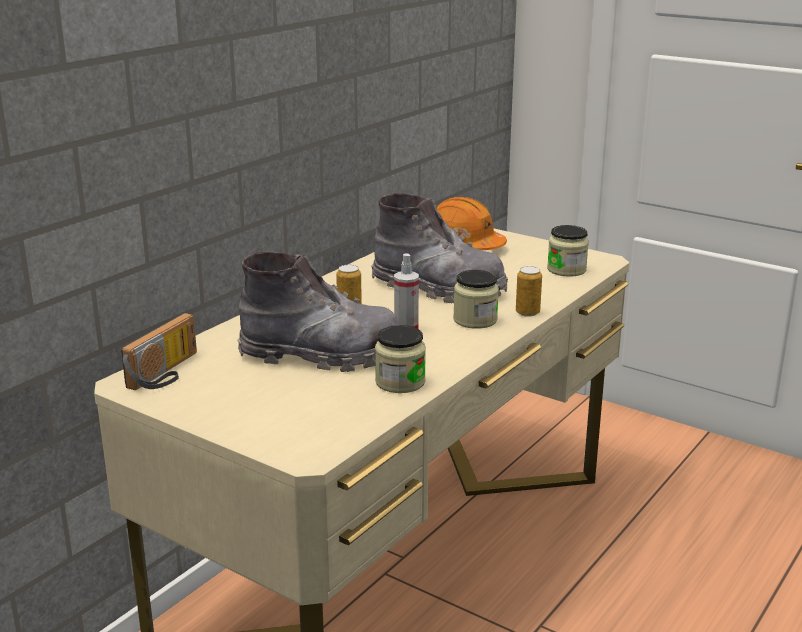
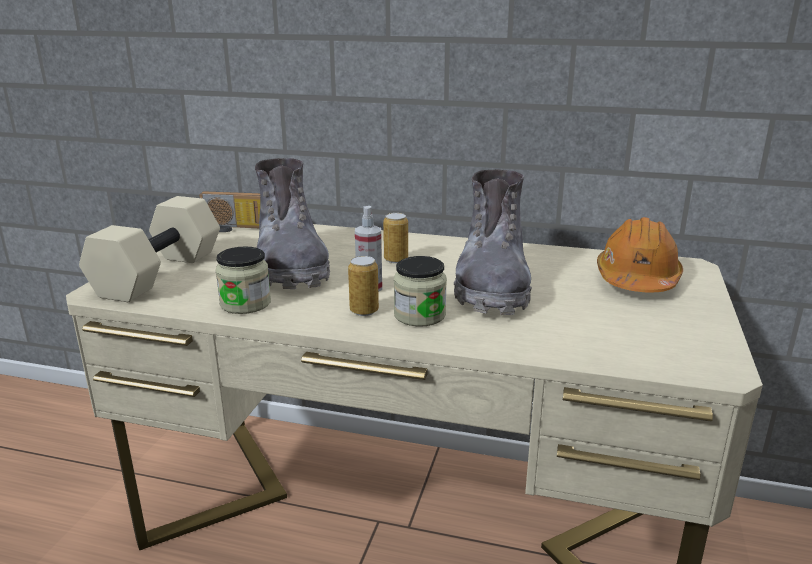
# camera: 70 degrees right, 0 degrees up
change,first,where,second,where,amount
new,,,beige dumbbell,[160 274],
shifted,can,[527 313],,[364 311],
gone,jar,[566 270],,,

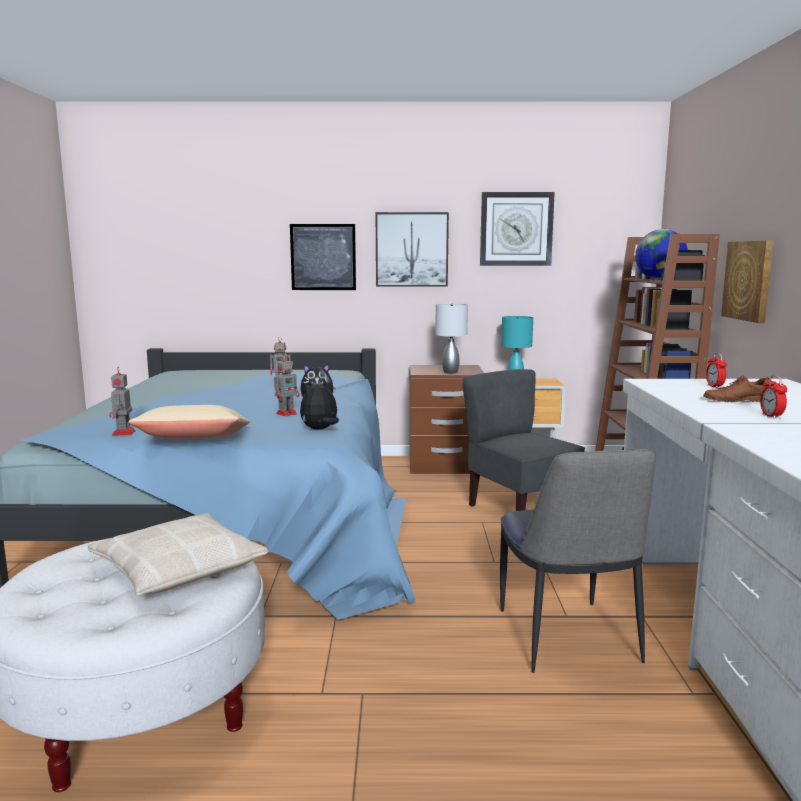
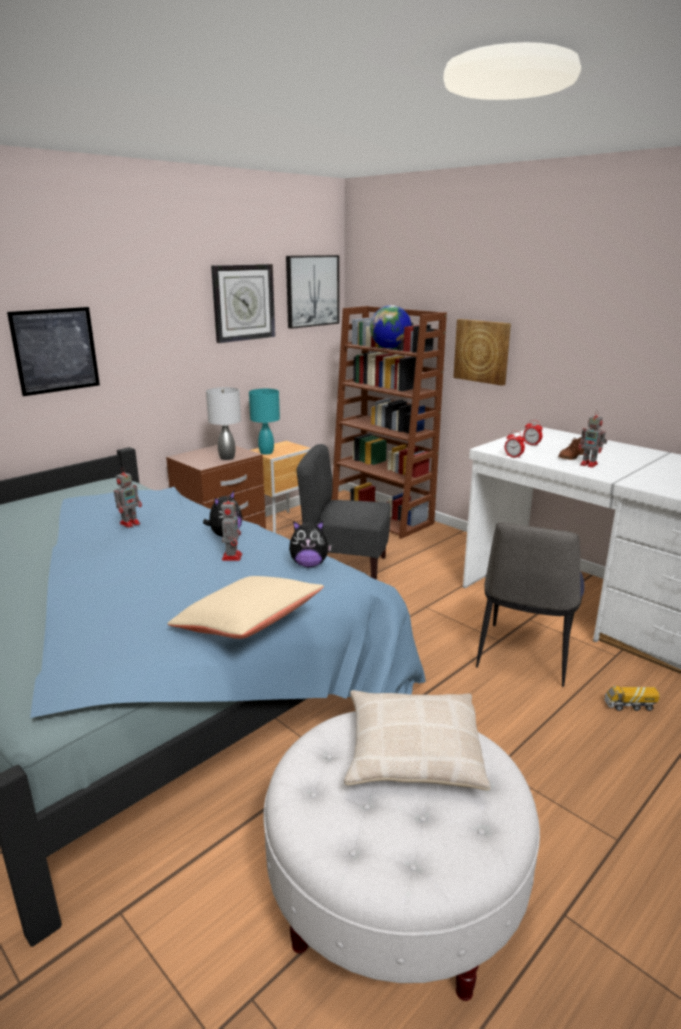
# camera: 45 degrees left, 10 degrees up
change,first,where,second,where,amount
shifted,picture,[411 249],,[312 291],
rotated,plush toy,[320 429],,[309 564],105 degrees counterclockwise
rotated,chair,[568 638],,[523 655],75 degrees clockwise
shifted,alarm clock,[771 416],,[513 456],
shifted,toy robot,[123 433],,[589 464],
new,,,toy truck,[629 706],

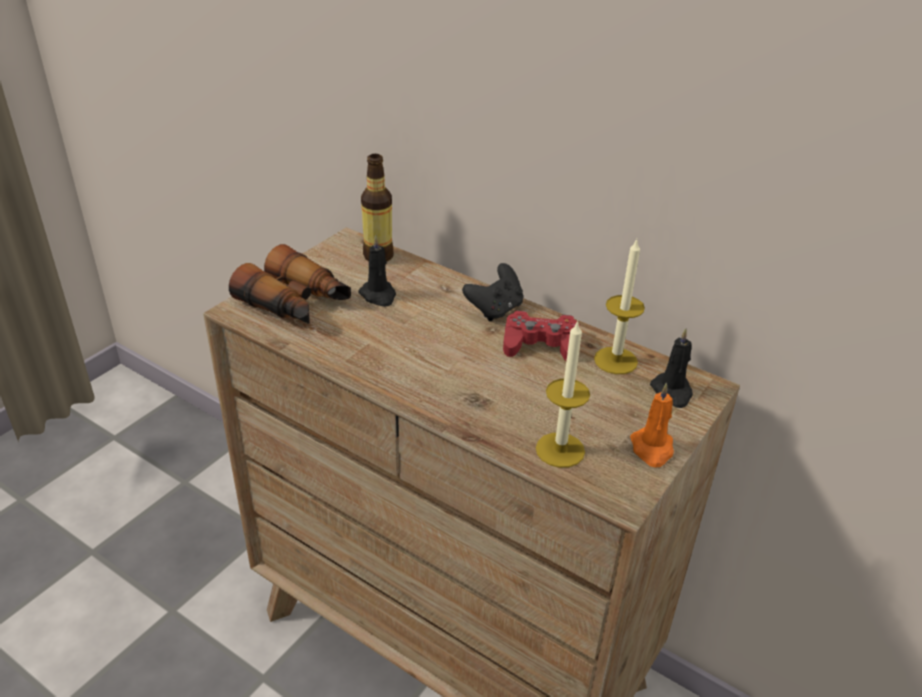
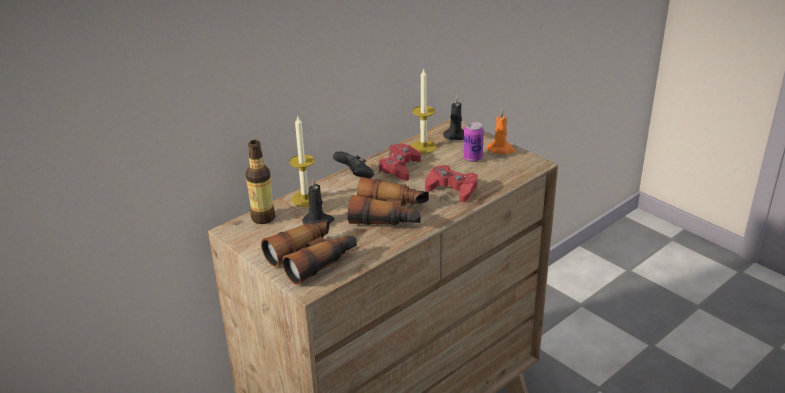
# camera: 75 degrees left, 5 degrees down
change,first,where,second,where,amount
shifted,candle,[560 450],,[305 199],
new,,,binoculars,[390 215],
new,,,red game controller,[452 189],
new,,,can,[472 158],

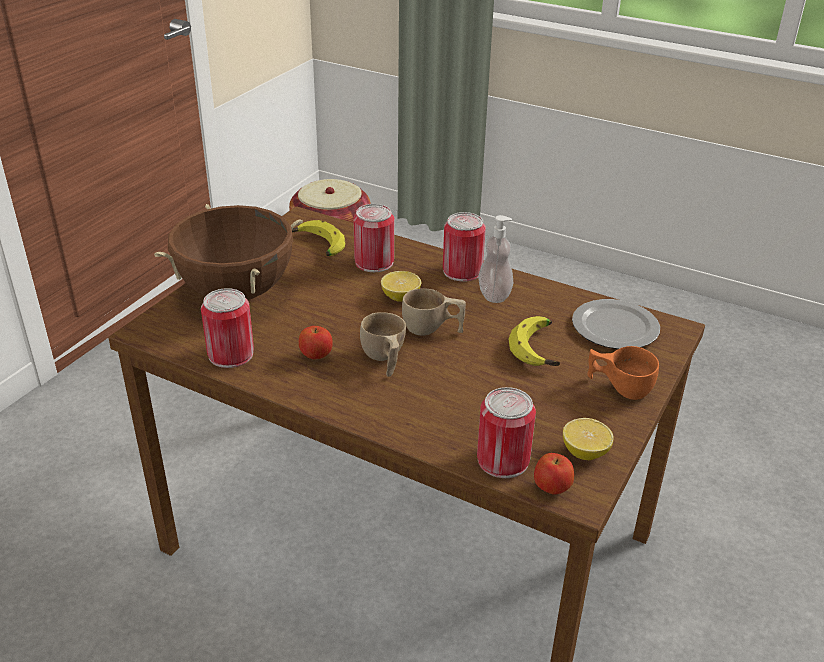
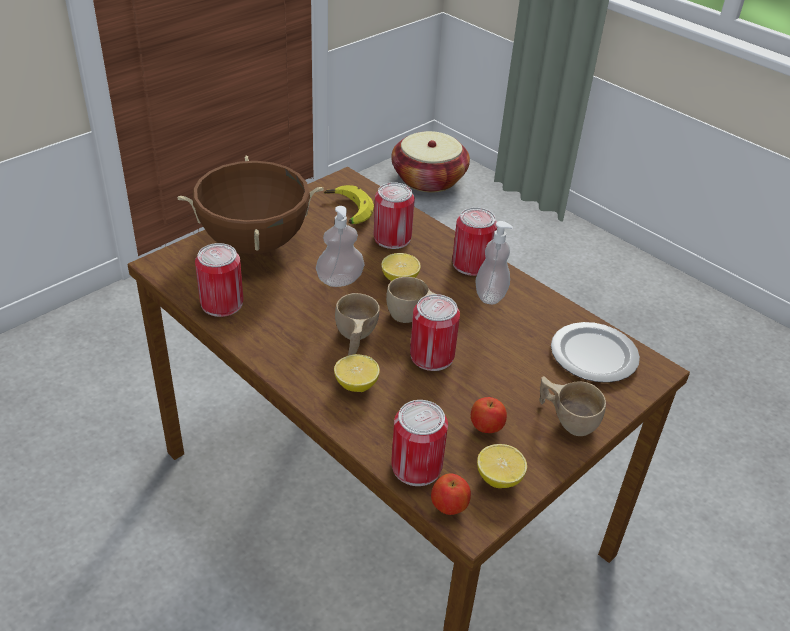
# camera: 15 degrees right, 5 degrees up
change,first,where,second,where,amount
new,,,soap dispenser,[340 280],
new,,,lemon,[356 385],
new,,,can,[432 356],
shifted,apple,[316 356],,[486 427],
repainted,orange cup,[619 387],beige cup,[566 419],
gone,banana,[539 349],,,

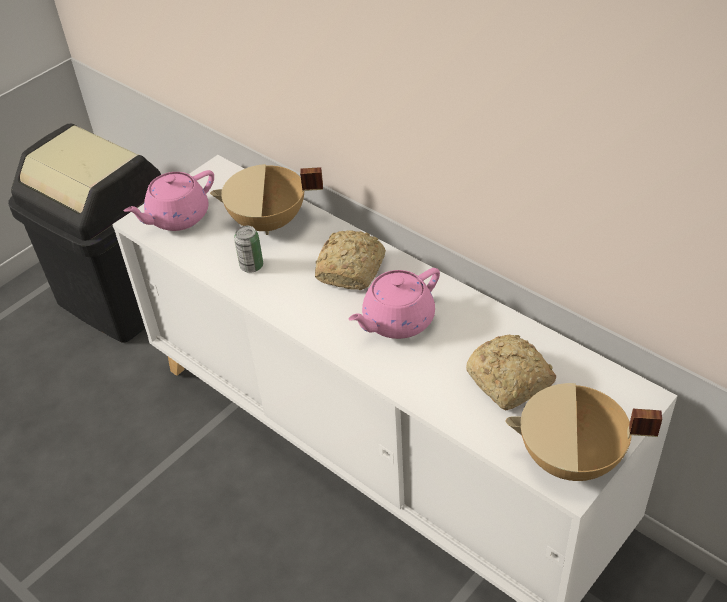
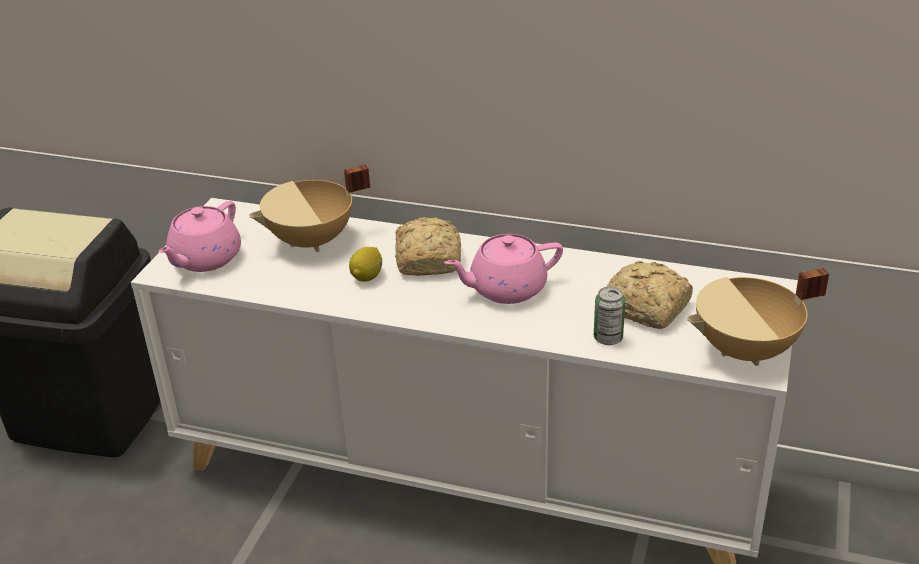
# camera: 25 degrees left, 10 degrees down
change,first,where,second,where,amount
new,,,lemon,[367 276],
rotated,pink teapot,[397 321],,[506 289],45 degrees clockwise
shifted,can,[251 266],,[608 338],

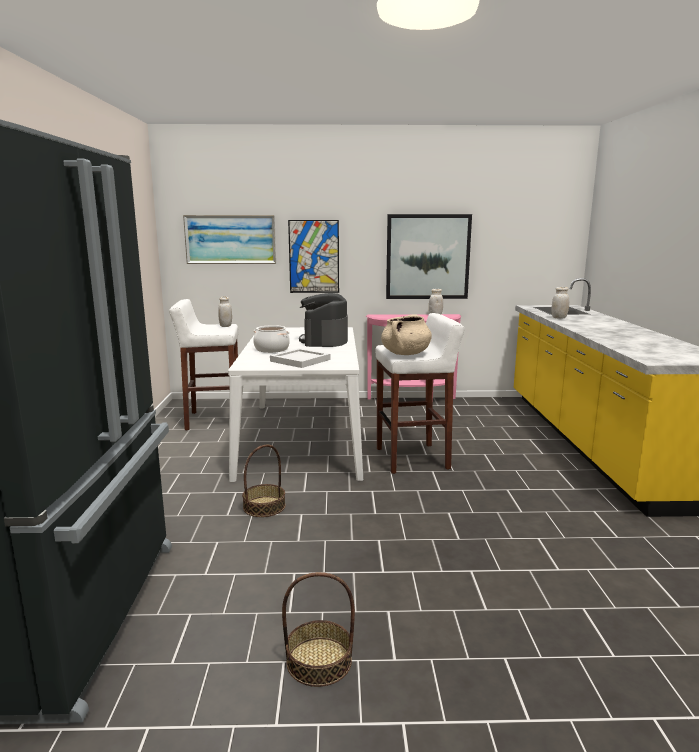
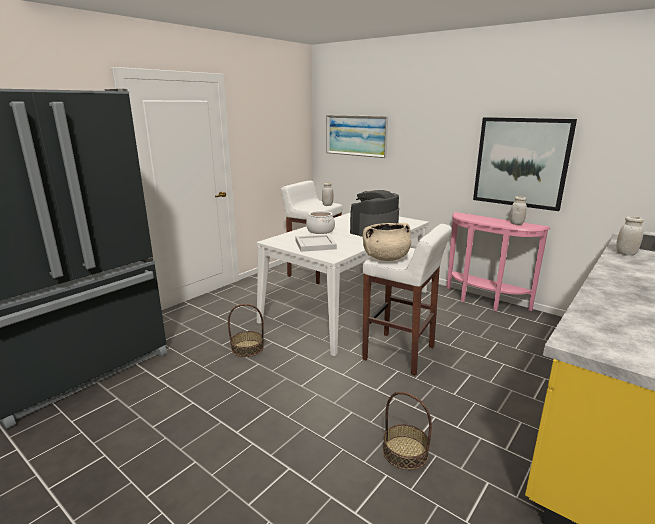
# camera: 40 degrees right, 5 degrees up
change,first,where,second,where,amount
shifted,basket,[319 661],,[405 452],
gone,picture,[314 256],,,

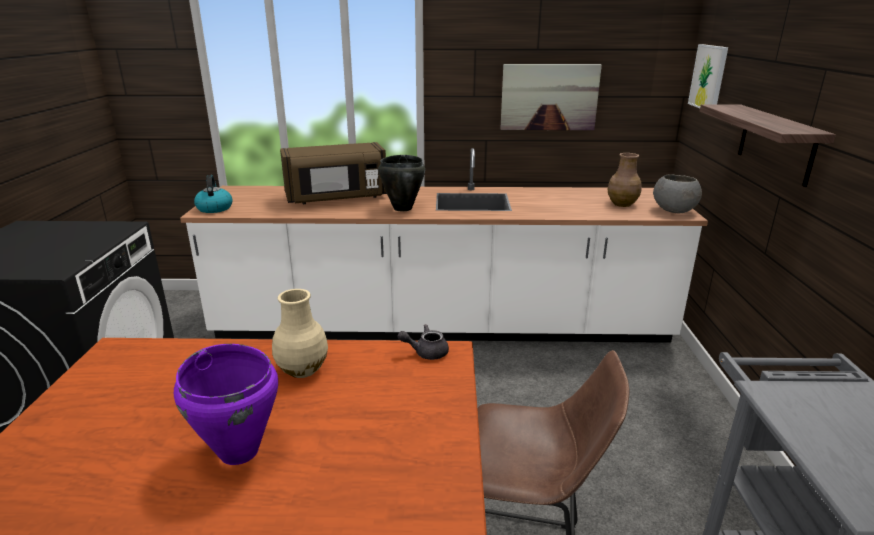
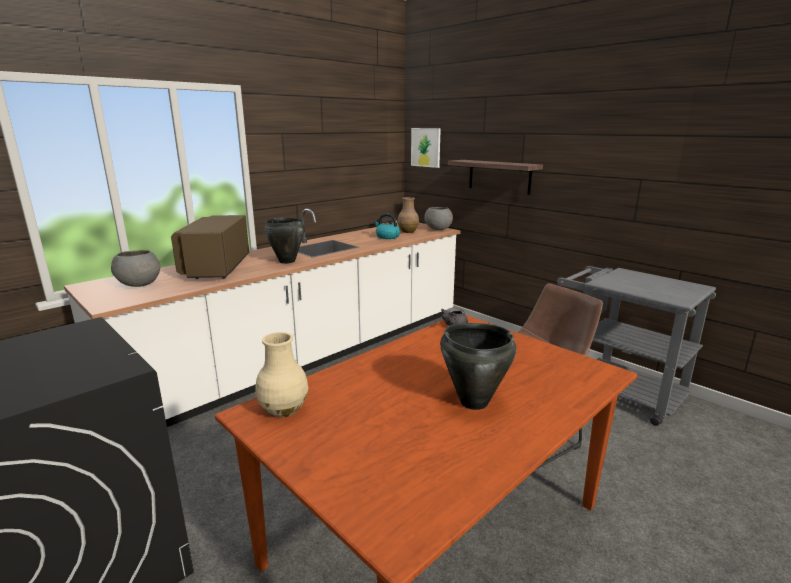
# camera: 45 degrees left, 5 degrees down
change,first,where,second,where,amount
new,,,grey bowl,[139 285],
rotated,brown microwave,[336 198],,[216 267],150 degrees clockwise
shifted,beige vase,[303 369],,[284 409],
shifted,kettle,[214 208],,[387 237],
repainted,purple cooking pot,[239 451],black cooking pot,[473 401],
gone,picture,[549 97],,,

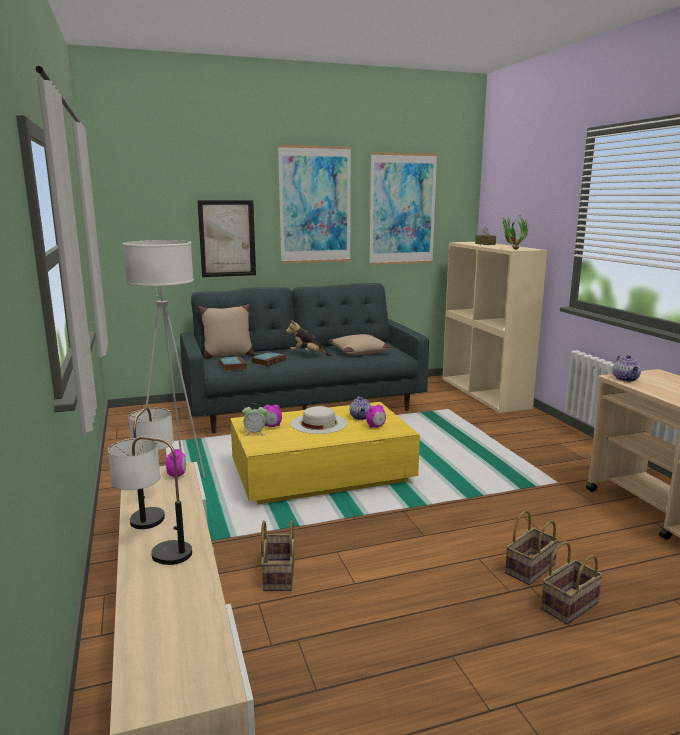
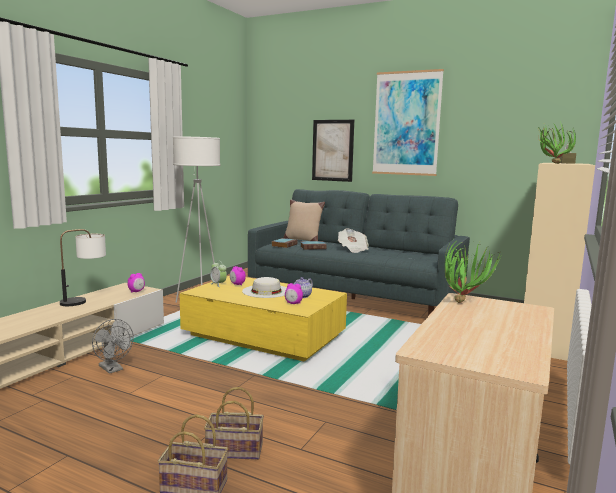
# camera: 45 degrees right, 5 degrees down
change,first,where,second,where,amount
swapped,basket,[278 574],grey fan,[113 369],
swapped,plush toy,[308 354],newspaper,[353 249],
swapped,teapot,[626 379],potted plant,[464 301],
gone,table lamp,[155 550],,,
gone,beige pillow,[359 351],,,
gone,picture,[402 209],,,

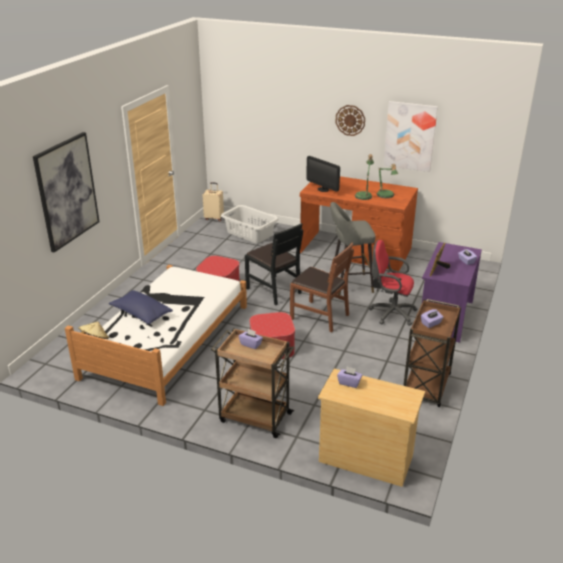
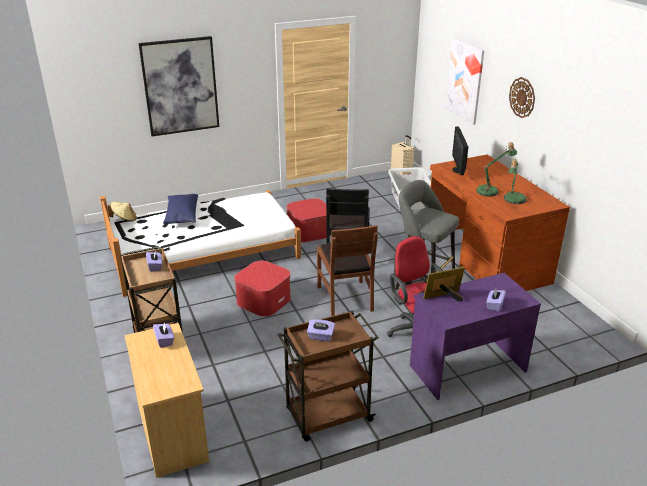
# camera: 45 degrees right, 0 degrees up
change,first,where,second,where,amount
shifted,picture,[410 136],,[465 80],

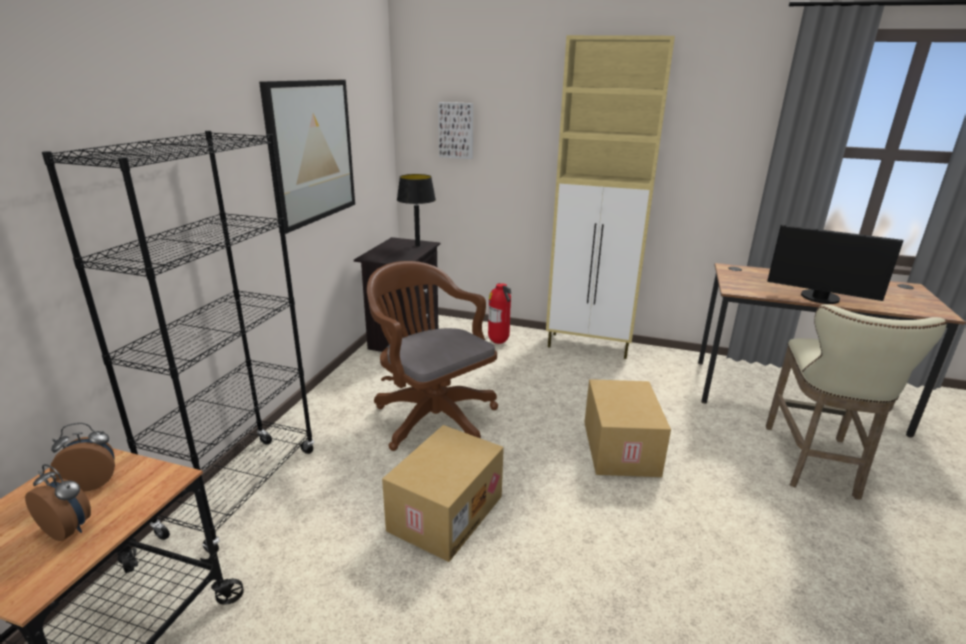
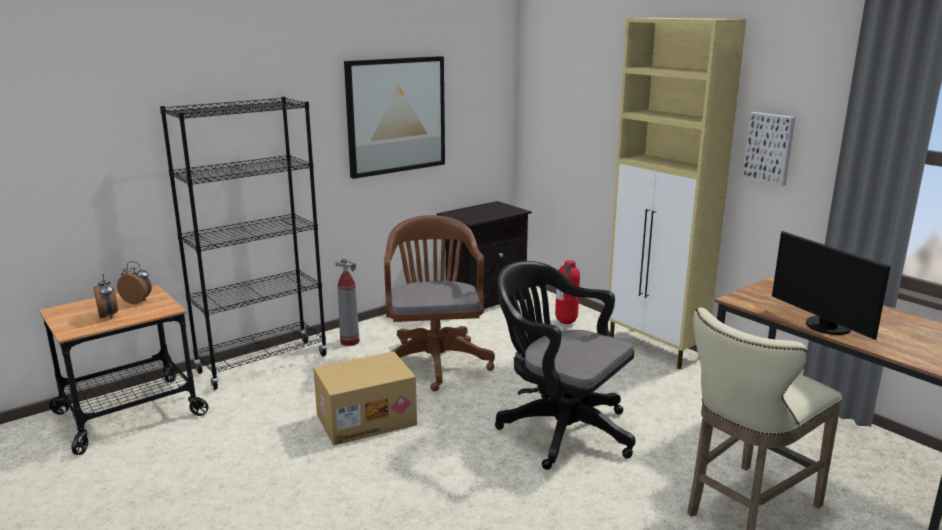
# camera: 35 degrees right, 5 degrees down
change,first,where,second,where,amount
new,,,fire extinguisher,[349 342],
swapped,cardboard box,[618 447],black office chair,[559 429],
shifted,picture,[456 130],,[769 148],
gone,black table lamp,[417 245],,,

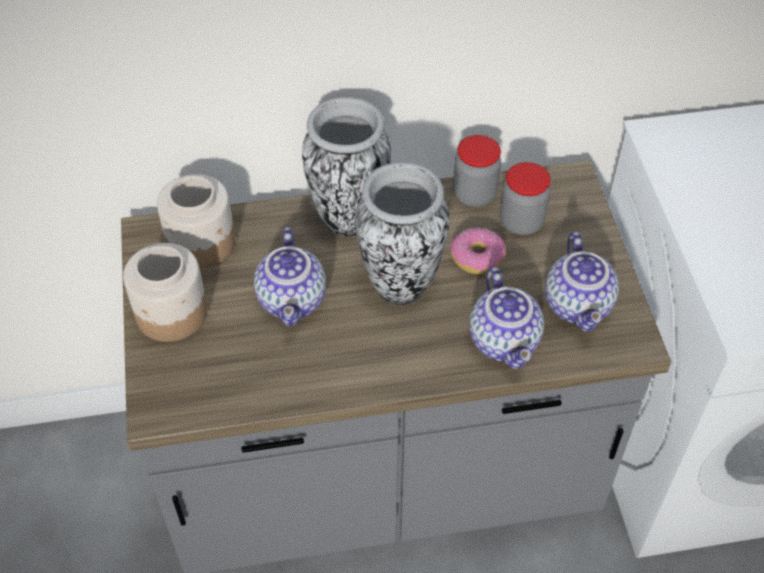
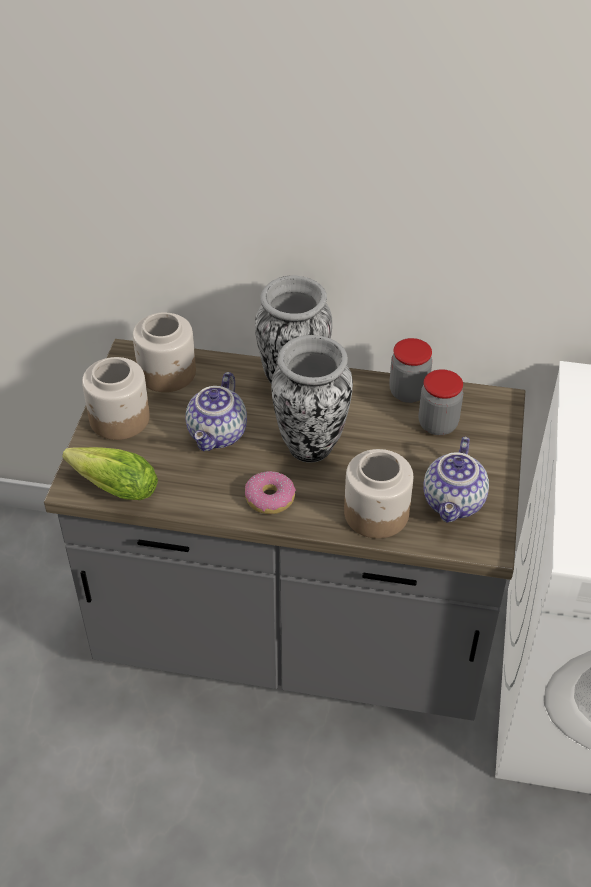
# camera: 20 degrees right, 5 degrees down
change,first,where,second,where,amount
new,,,lettuce,[111 486],
shifted,donut,[477 257],,[270 498],
swapped,teapot,[506 341],jar,[377 513],

